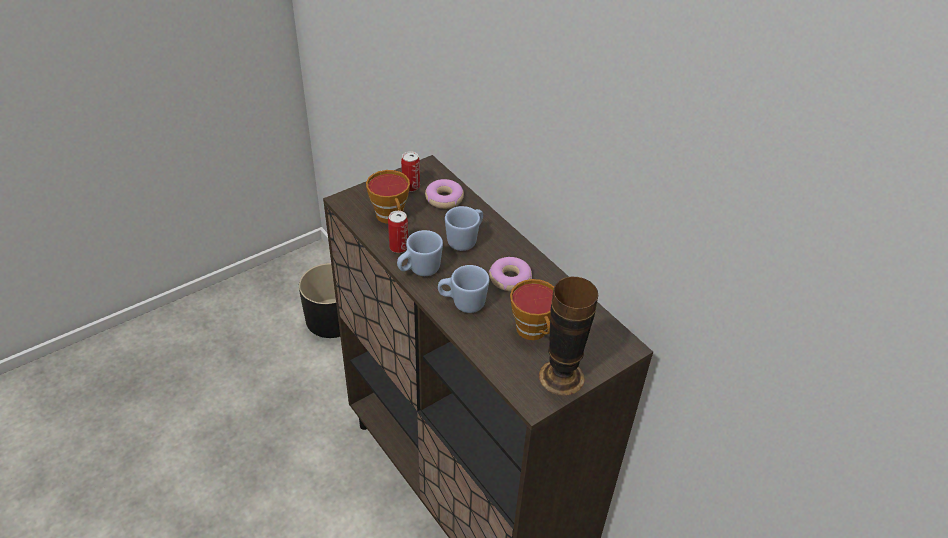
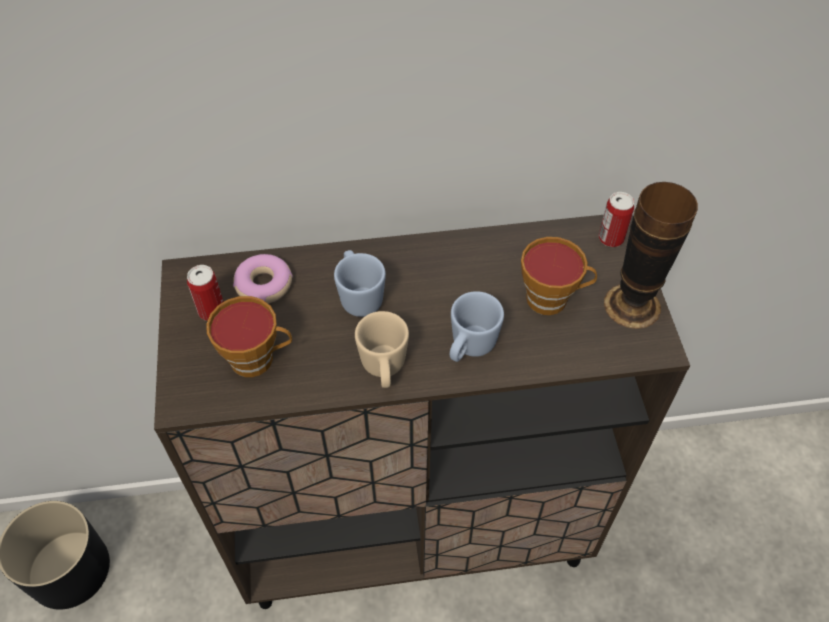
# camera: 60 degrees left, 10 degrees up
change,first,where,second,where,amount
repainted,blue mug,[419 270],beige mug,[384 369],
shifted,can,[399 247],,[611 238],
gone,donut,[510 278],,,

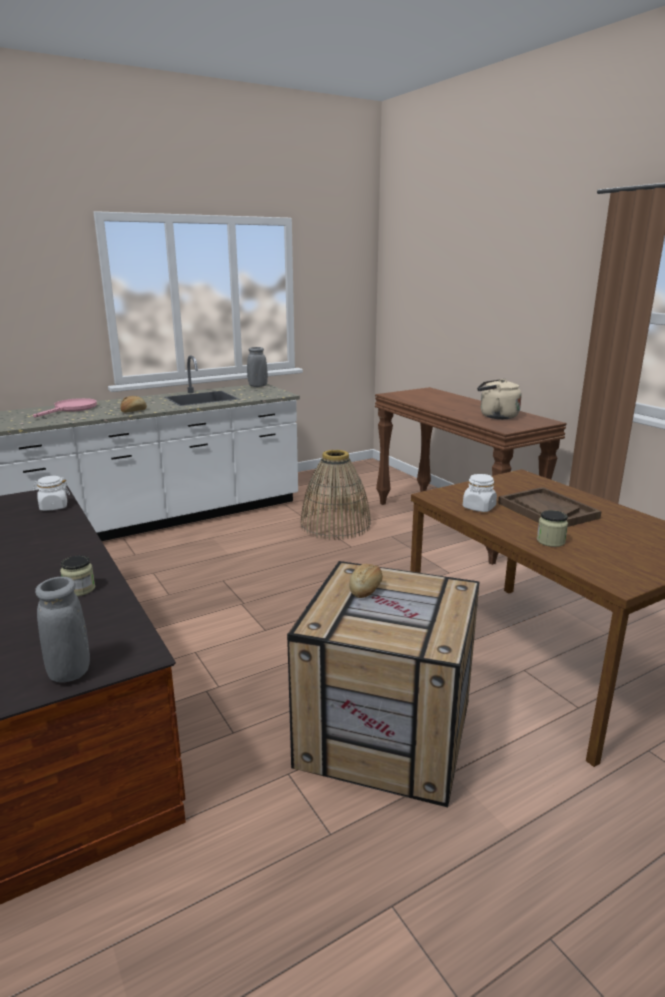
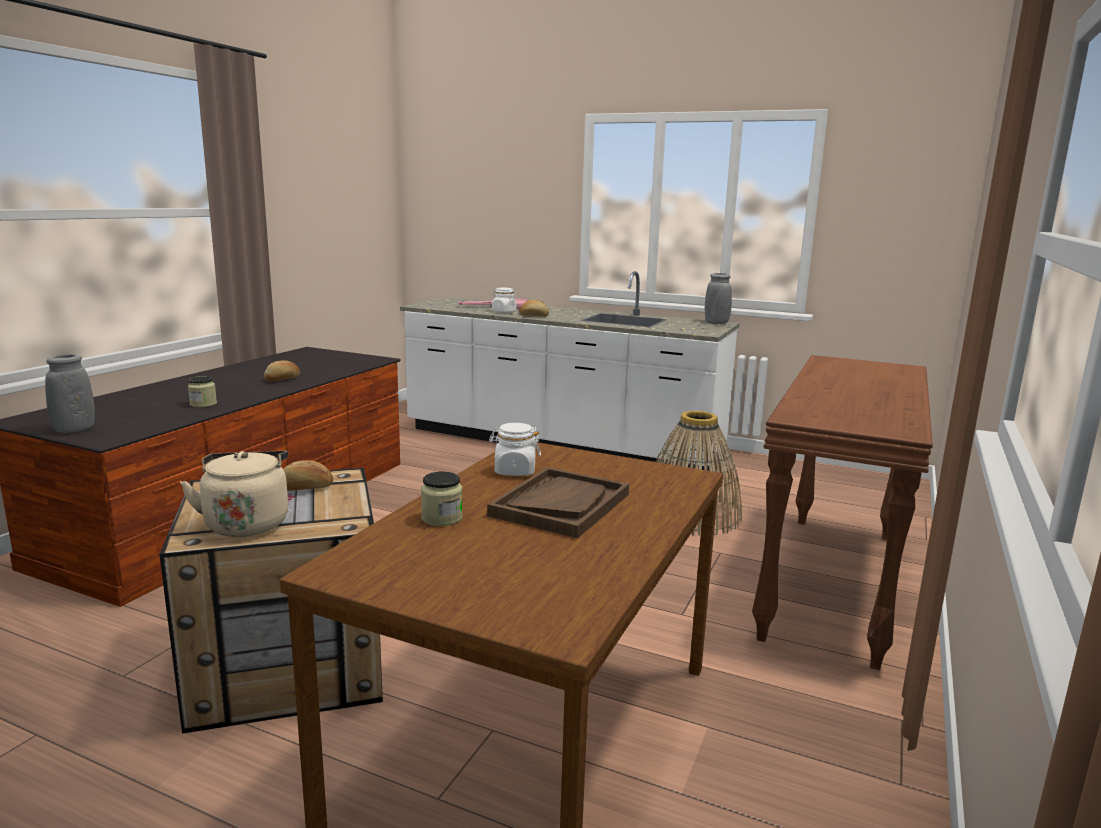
# camera: 55 degrees right, 5 degrees down
change,first,where,second,where,amount
shifted,beige kettle,[496 416],,[247 523],
new,,,bread,[283 379],
shifted,white jar,[53 507],,[504 311],

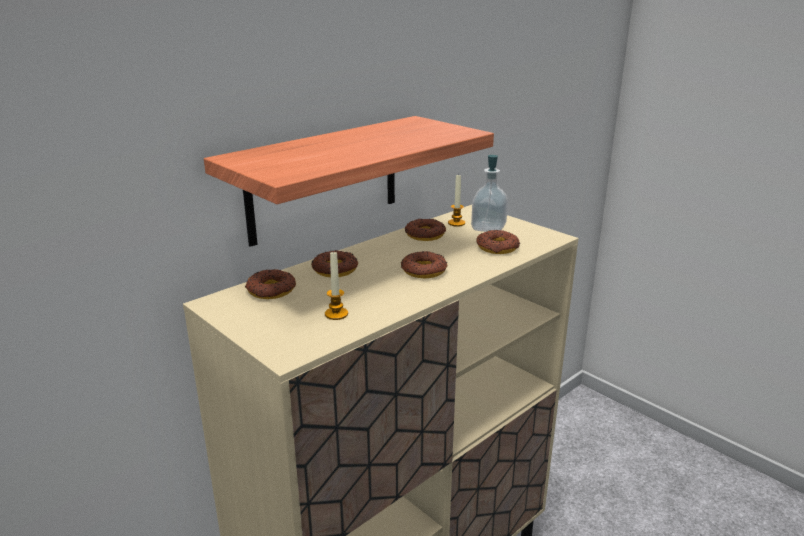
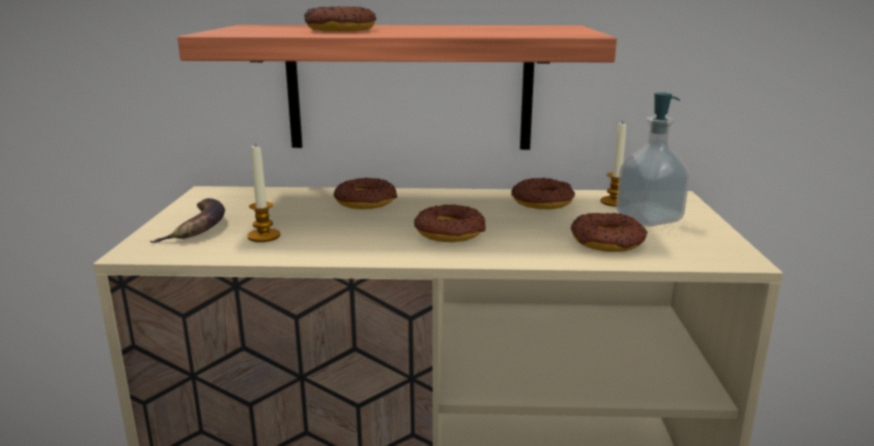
# camera: 45 degrees right, 5 degrees down
change,first,where,second,where,amount
new,,,banana,[197 226],
shifted,donut,[271 290],,[340 29],

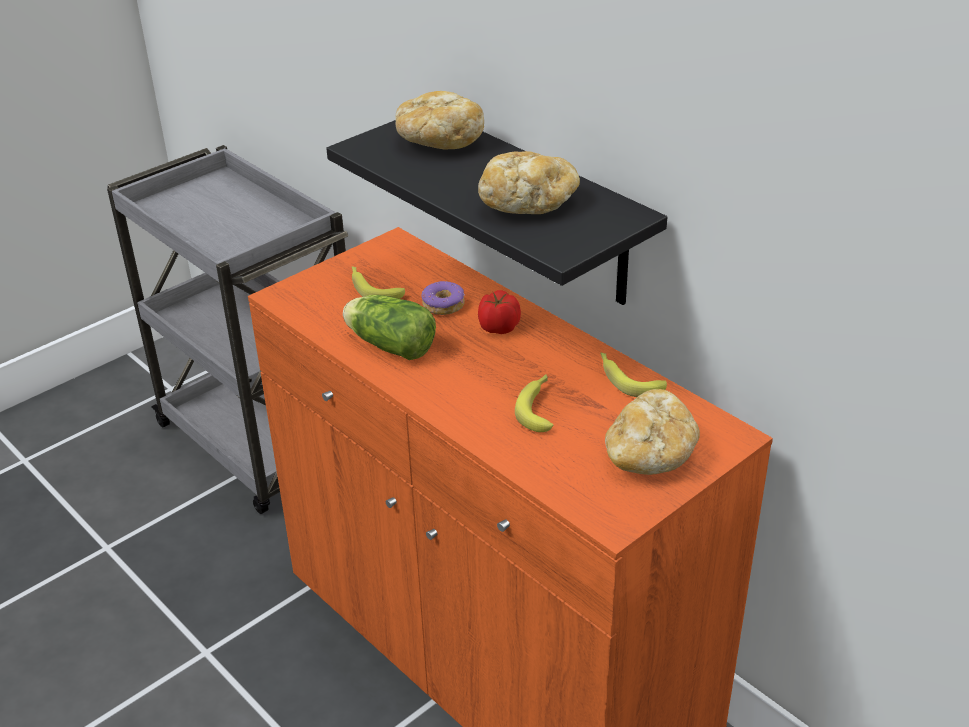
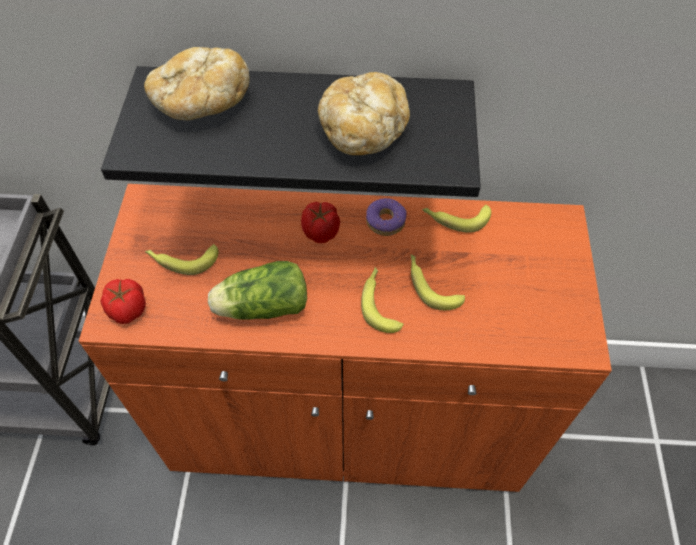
# camera: 45 degrees left, 20 degrees up
change,first,where,second,where,amount
new,,,tomato,[127 310],
new,,,banana,[379 302],
shifted,donut,[443 305],,[386 222],
gone,bread,[650 455],,,

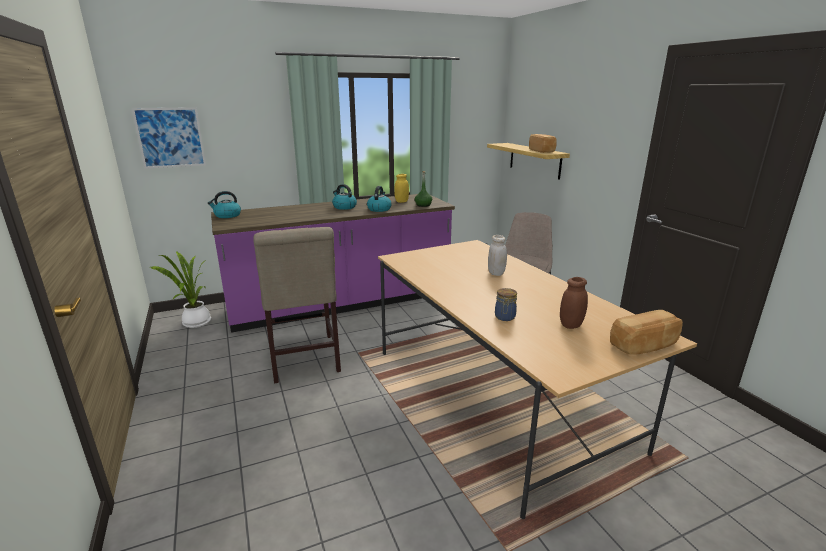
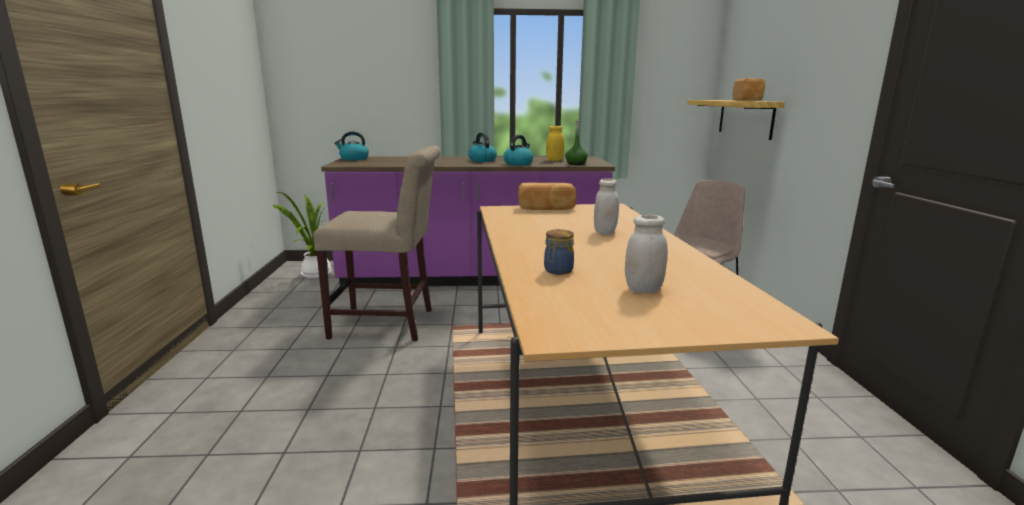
# camera: 20 degrees right, 5 degrees down
change,first,where,second,where,amount
rotated,beige chair,[304 360],,[388 324],90 degrees counterclockwise
shifted,bread,[645 345],,[546 208],
repainted,brown jar,[571 325],white jar,[643 289],
gone,picture,[170 137],,,

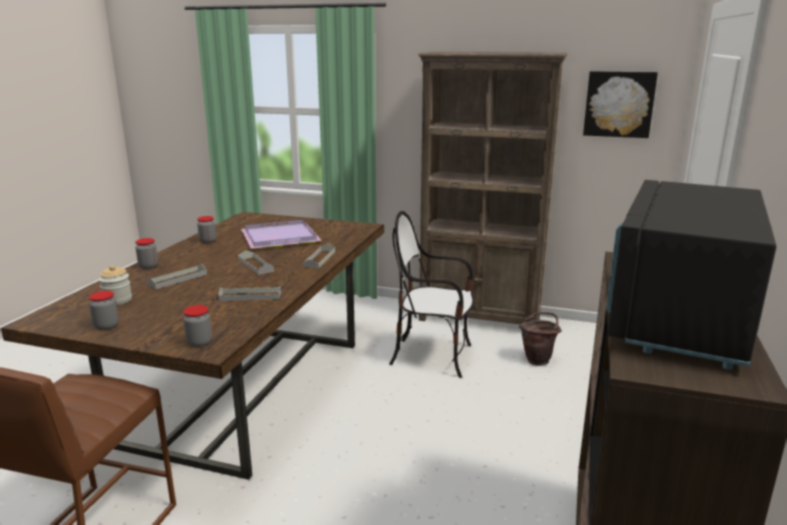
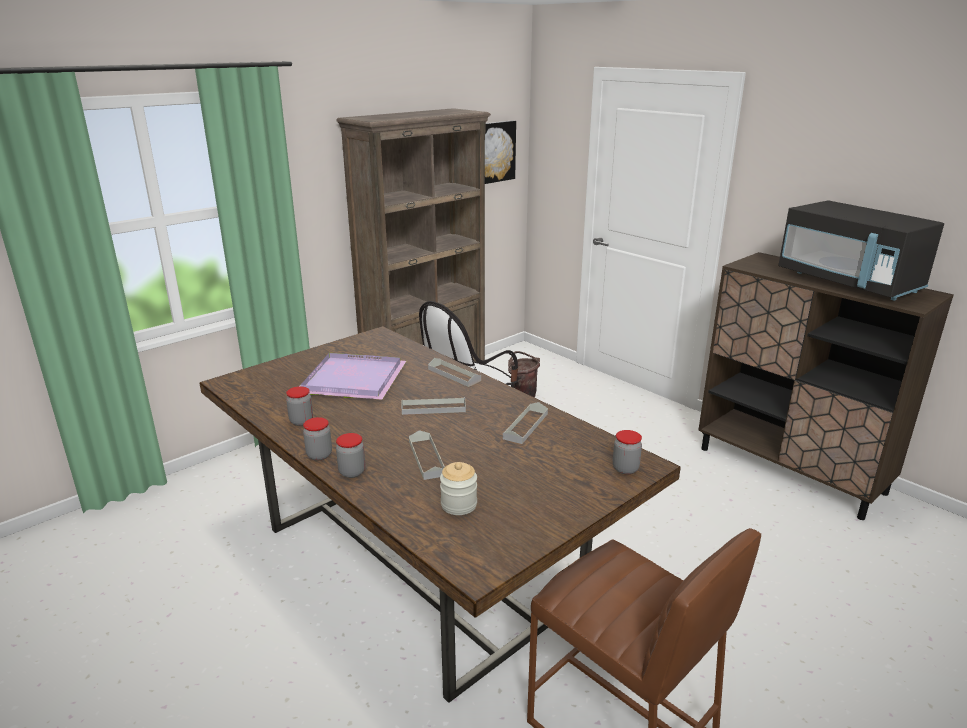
# camera: 60 degrees left, 5 degrees up
change,first,where,second,where,amount
shifted,jar,[106 326],,[319 455],

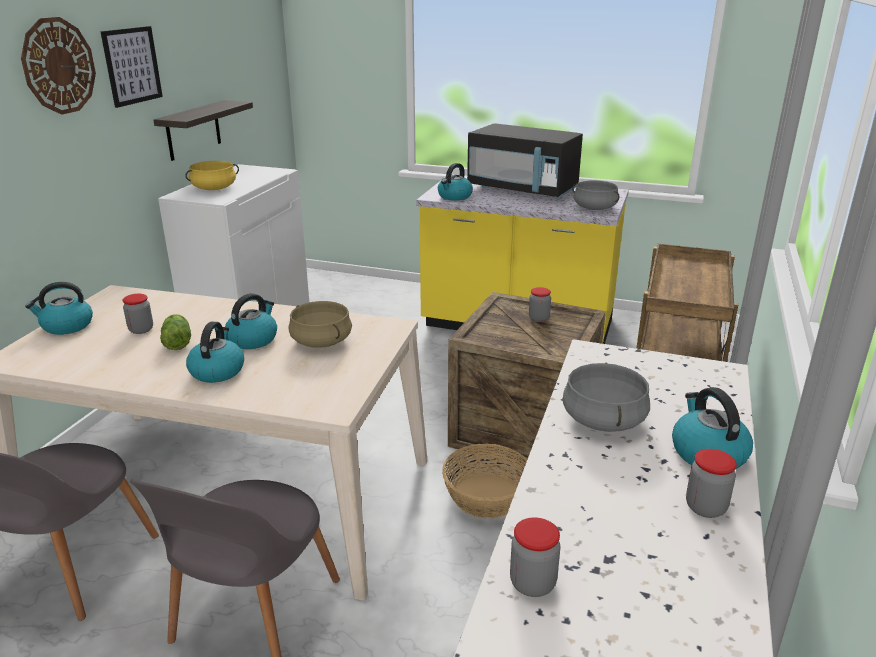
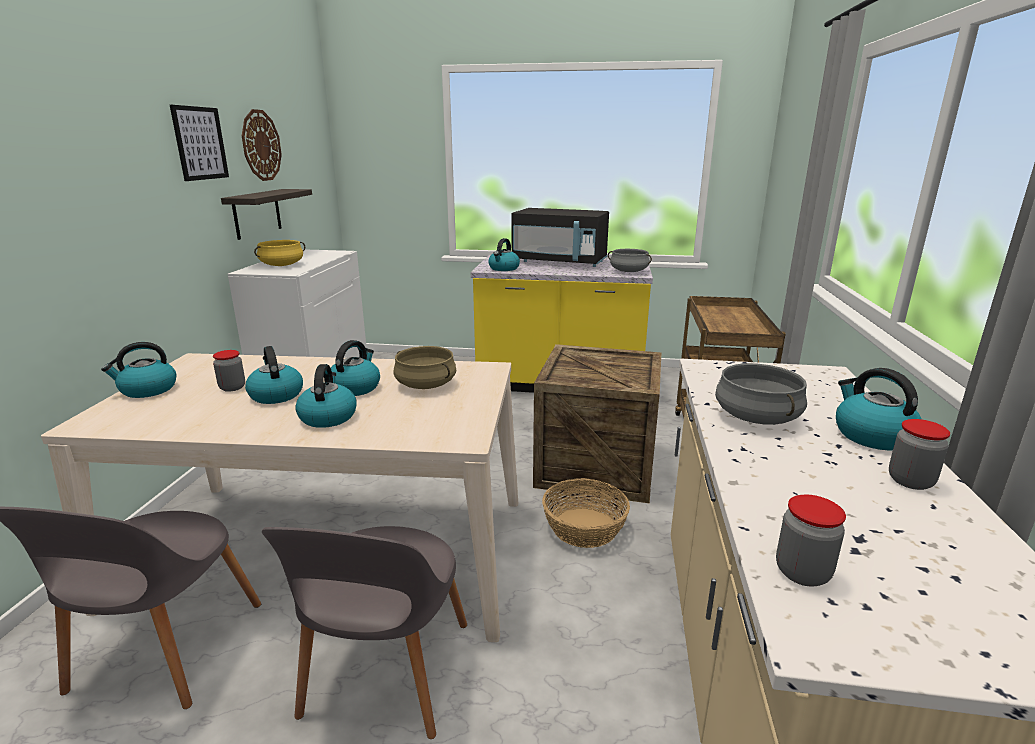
# camera: 10 degrees left, 5 degrees down
change,first,where,second,where,amount
shifted,wall clock,[58 66],,[261 145],
swapped,lettuce,[177 341],kettle,[276 395],
gone,jar,[538 318],,,

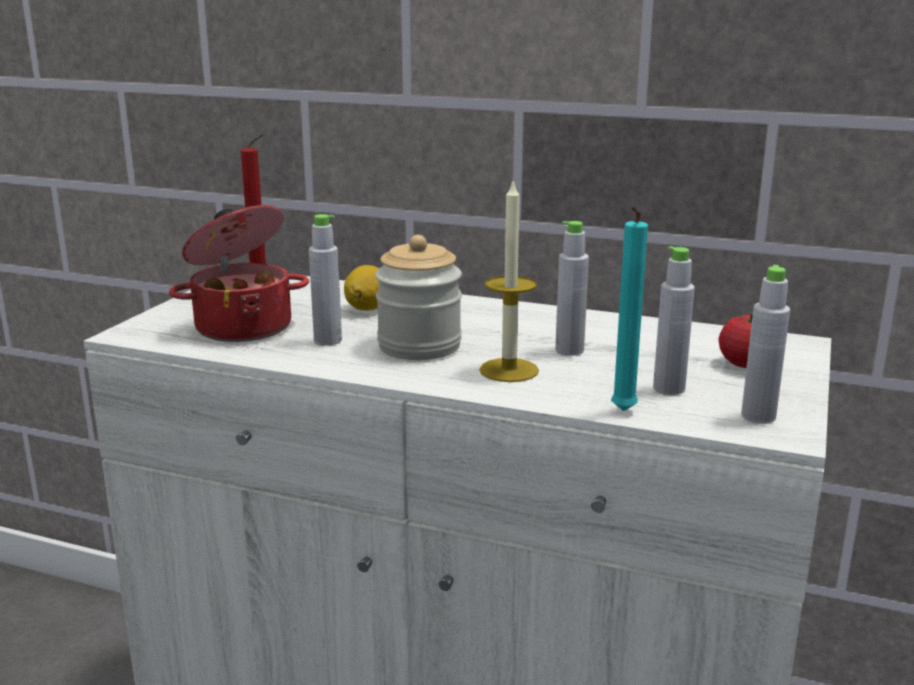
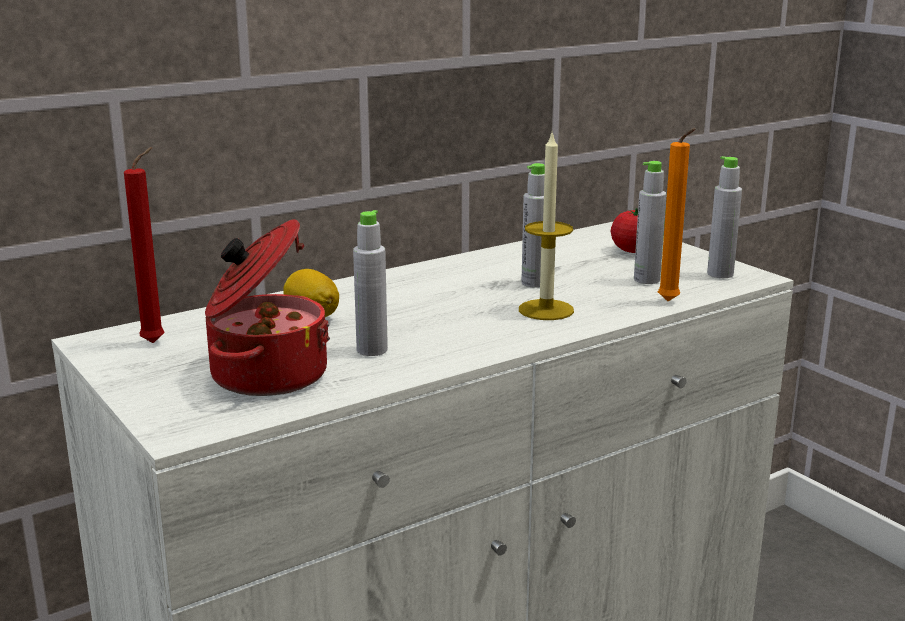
# camera: 55 degrees left, 0 degrees up
change,first,where,second,where,amount
repainted,turquoise candle,[621 412],orange candle,[670 302],
gone,jar,[419 346],,,

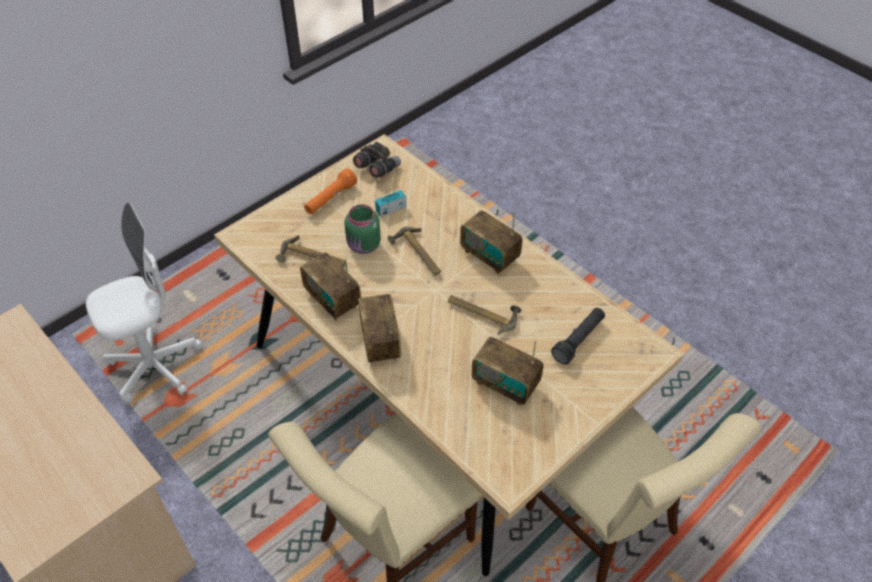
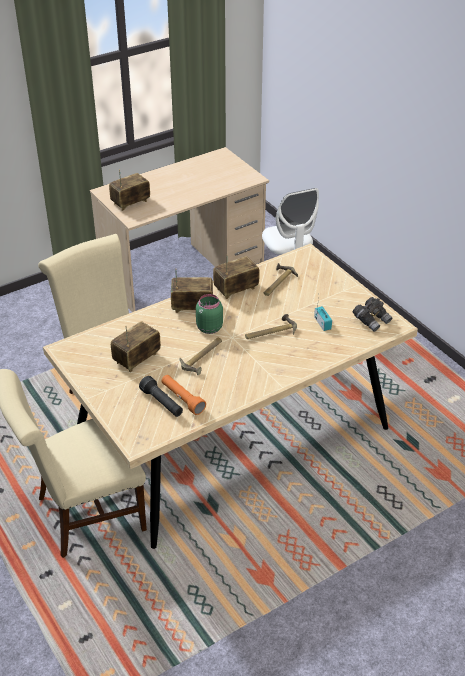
# camera: 100 degrees right, 10 degrees down
change,first,where,second,where,amount
shifted,radio,[490 255],,[130 203],
shifted,orange flashlight,[330 199],,[182 399],
shifted,green jar,[363 246],,[208 328],

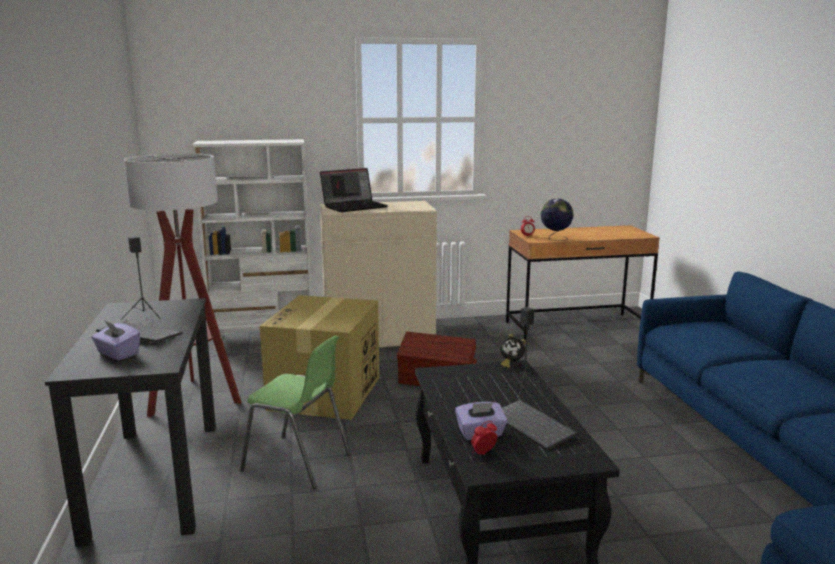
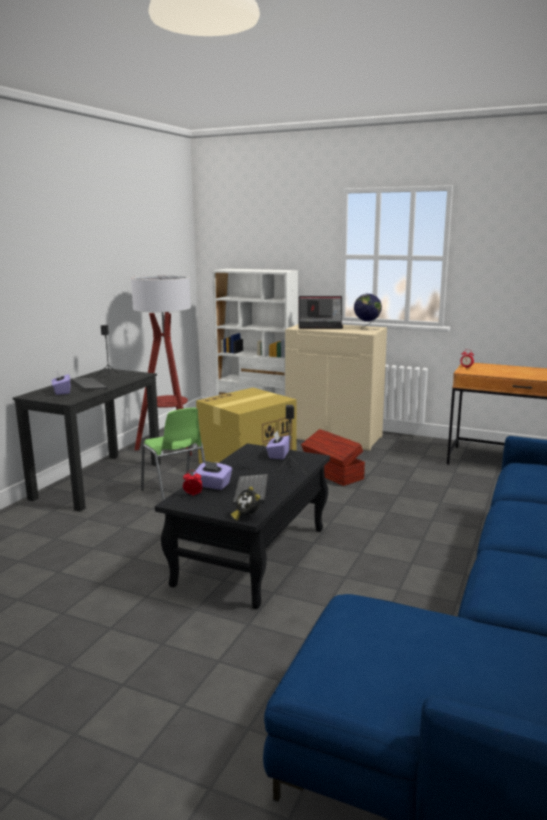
# camera: 35 degrees right, 0 degrees up
change,first,where,second,where,amount
shifted,alarm clock,[510 364],,[246 517],
new,,,purple tissue box,[278 455],
shifted,globe,[555 239],,[366 328],

